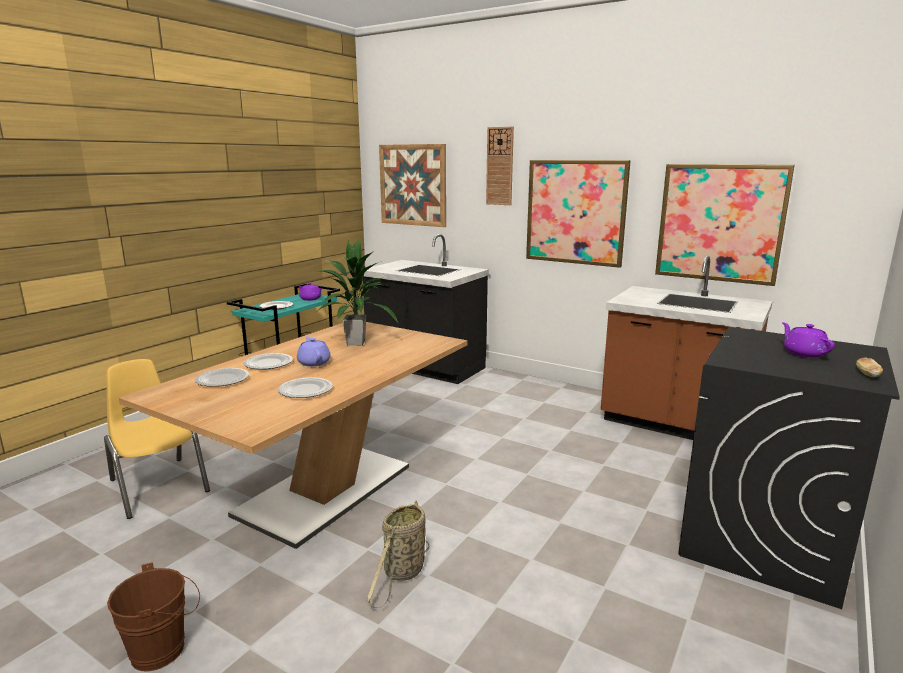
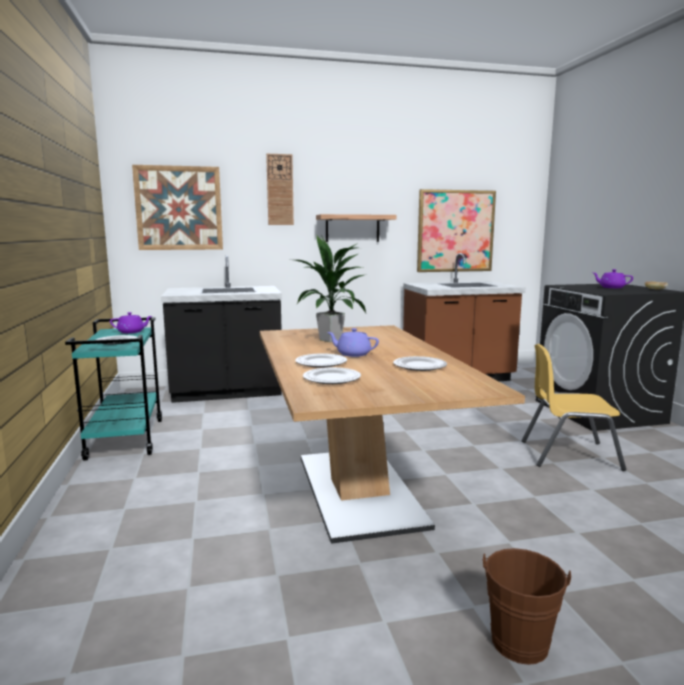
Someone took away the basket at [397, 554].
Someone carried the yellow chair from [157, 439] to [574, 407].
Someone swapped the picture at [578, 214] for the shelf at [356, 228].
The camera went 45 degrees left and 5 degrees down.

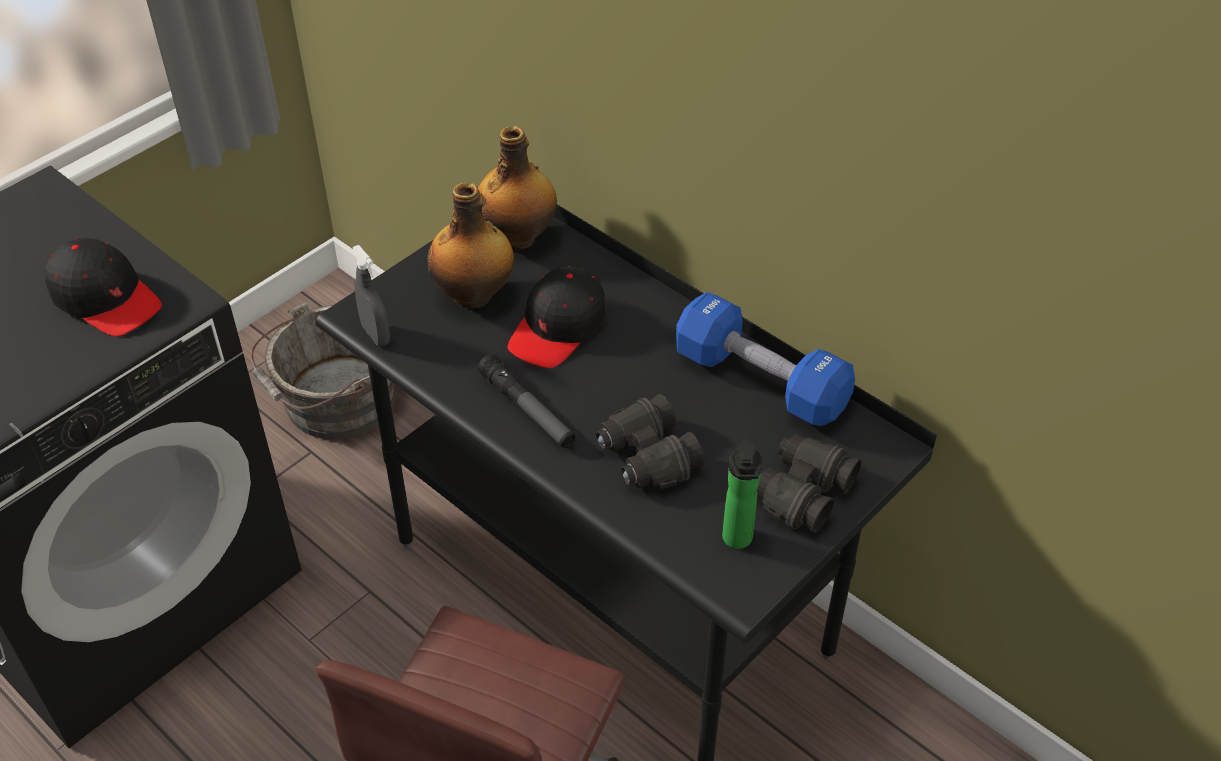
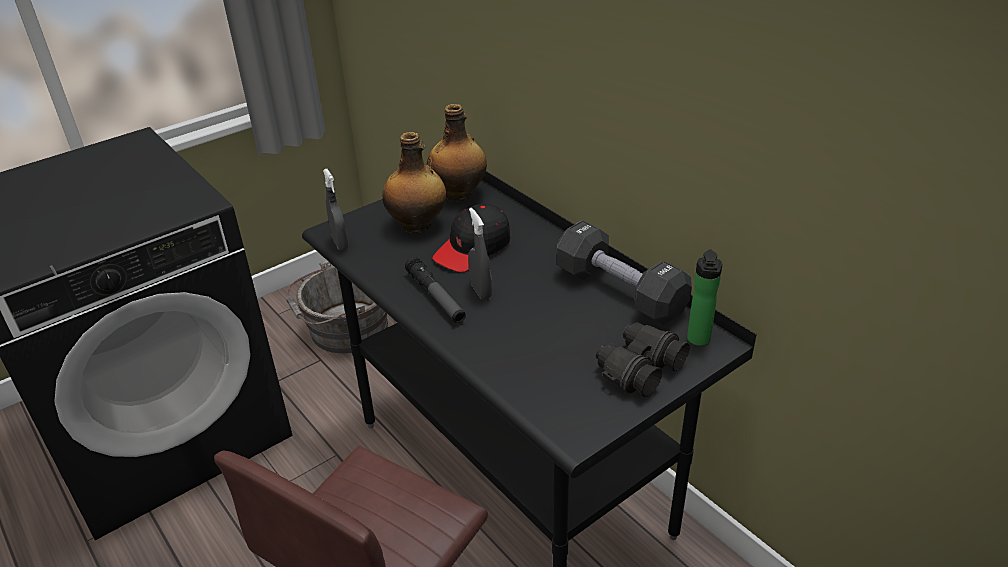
Someone took away the black cap at [103, 287].
Someone took away the black binoculars at [650, 442].
Someone put down the grey spray bottle at [480, 254].
Someone carried the bottle from [742, 494] to [705, 297].
Someone repainted the blue dumbbell at [765, 359], which became the black dumbbell at [624, 272].
The camera went 10 degrees right and 10 degrees down.

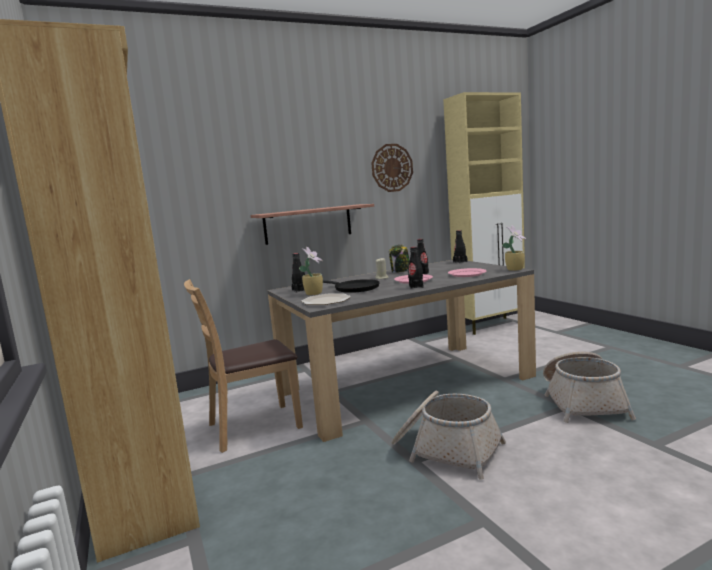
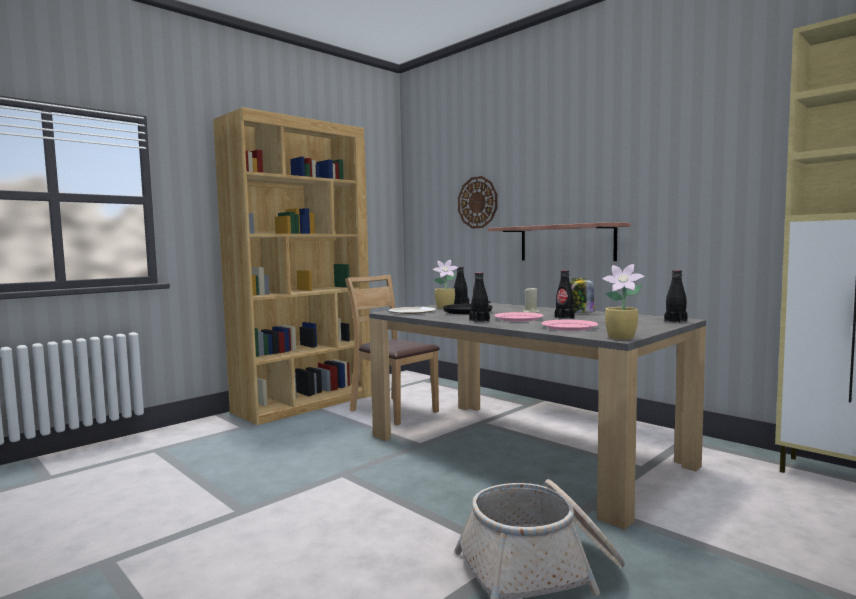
Someone took away the basket at [448, 435].
Someone carried the wall clock from [392, 168] to [477, 202].
The camera went 70 degrees right and 5 degrees down.

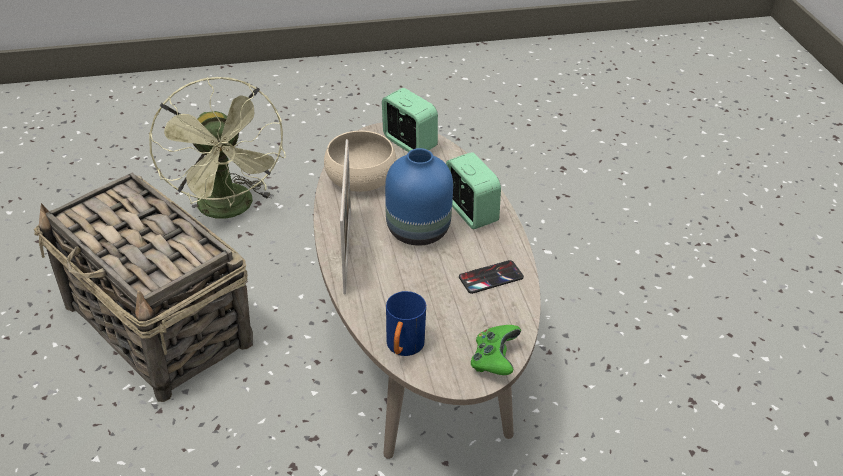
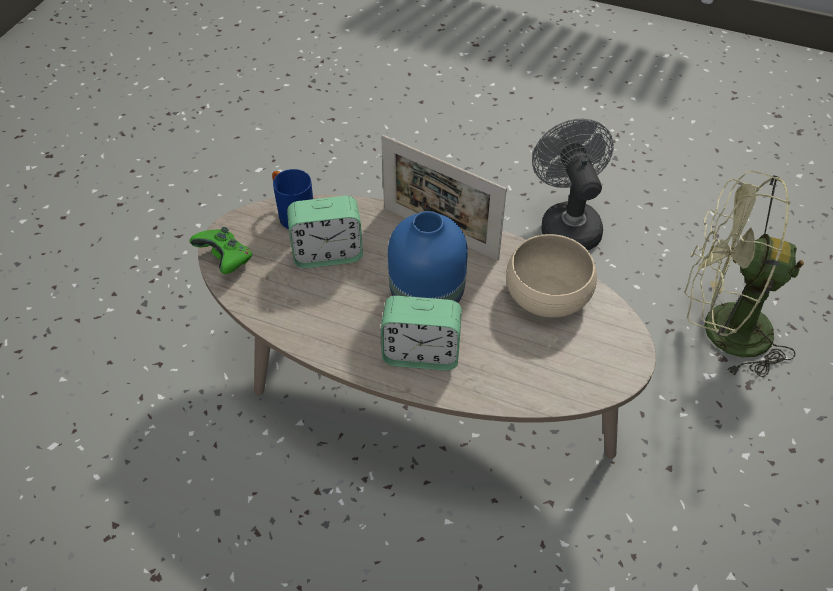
Someone took away the phone at [491, 277].
Someone carried the alarm clock from [410, 120] to [325, 232].
Someone swapped the basket at [143, 287] for the grey fan at [573, 184].
The camera went 125 degrees right and 10 degrees up.

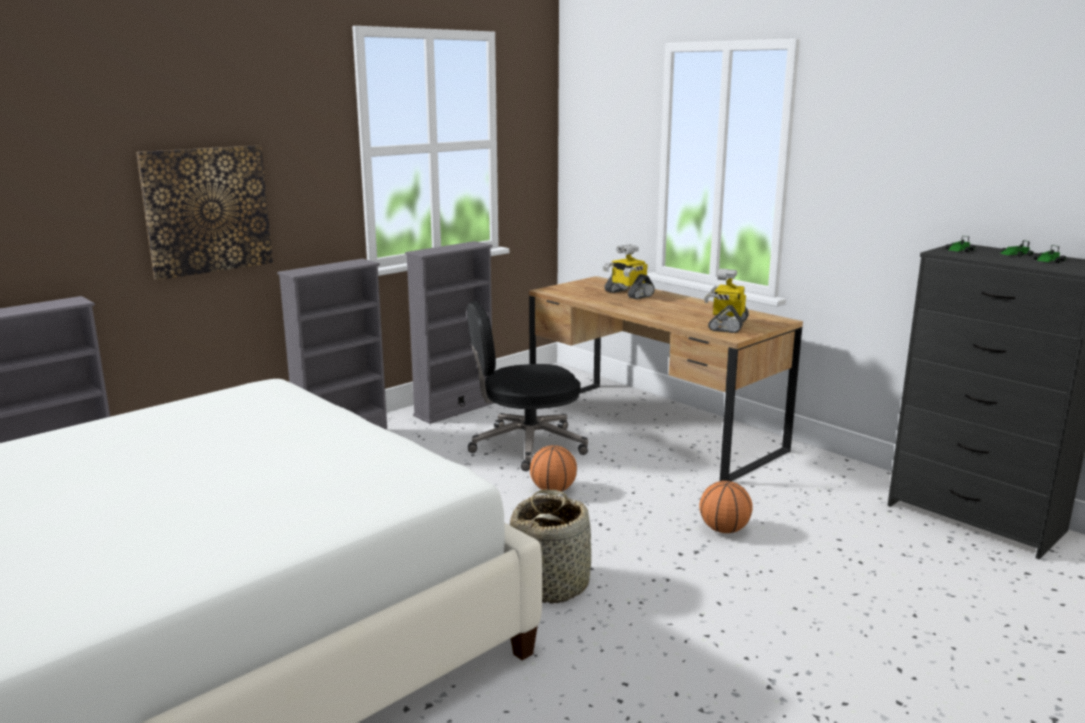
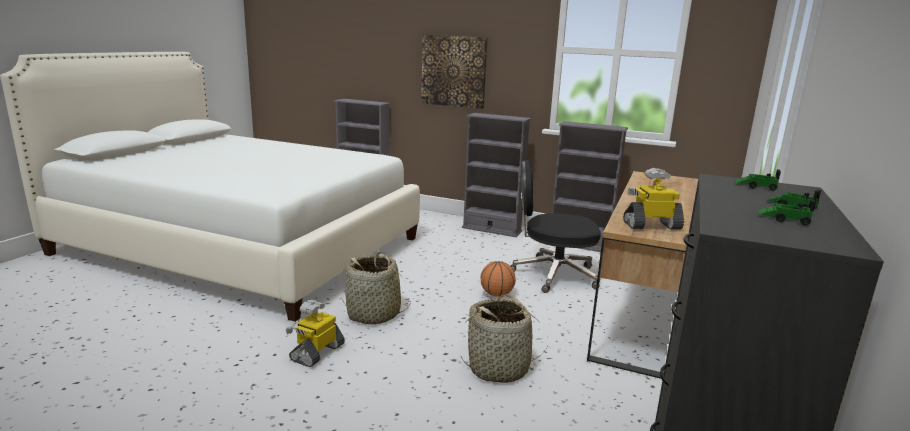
Someone carried the toy robot from [629, 271] to [315, 333].
Someone swapped the basketball at [726, 507] for the basket at [504, 338].
Someone rotated the black office chair at [527, 386] by 45 degrees counterclockwise.
The camera went 65 degrees right and 0 degrees up.

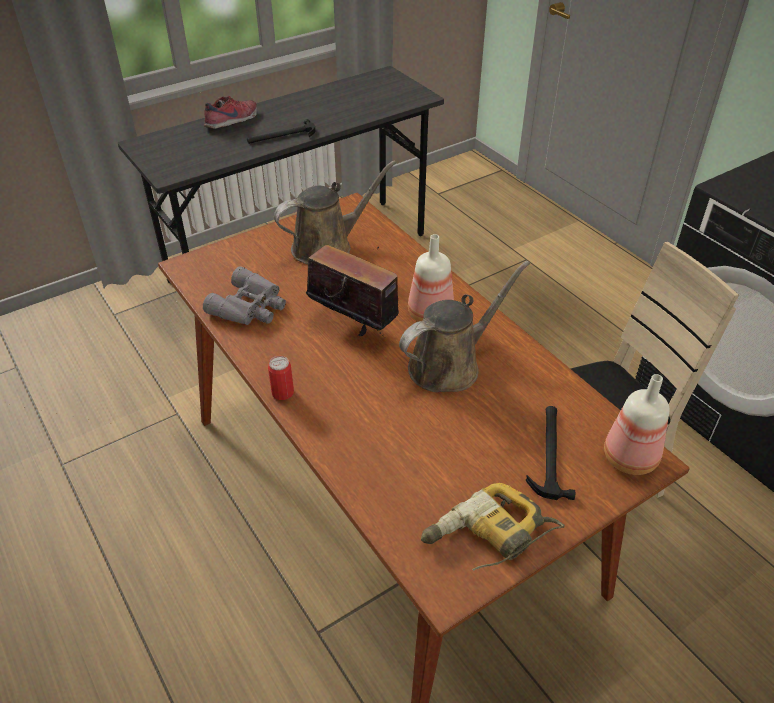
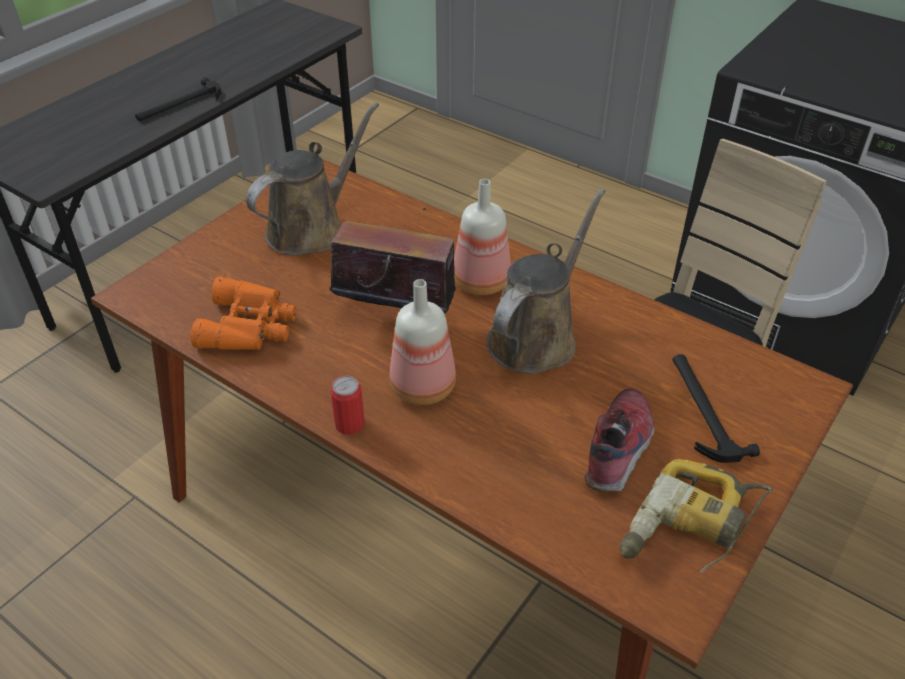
Someone carried the shoe from [230, 112] to [619, 440].
Someone carried the bottle from [636, 424] to [423, 342].
Someone repainted the grey binoculars at [244, 295], which became the orange binoculars at [243, 313].
The camera went 20 degrees left and 0 degrees up.

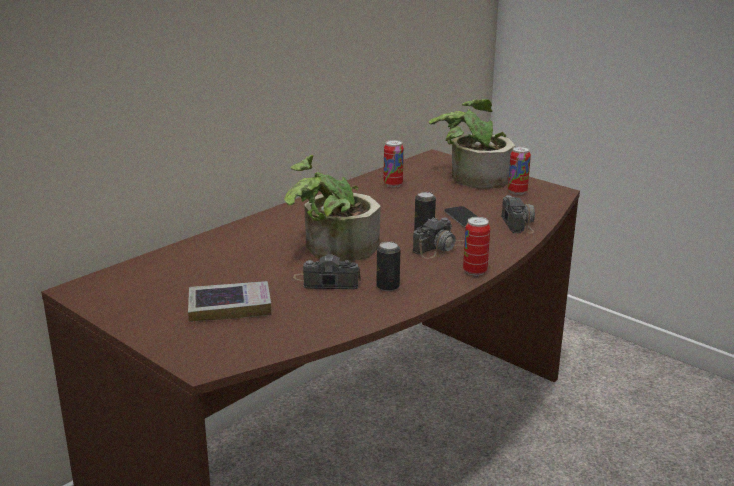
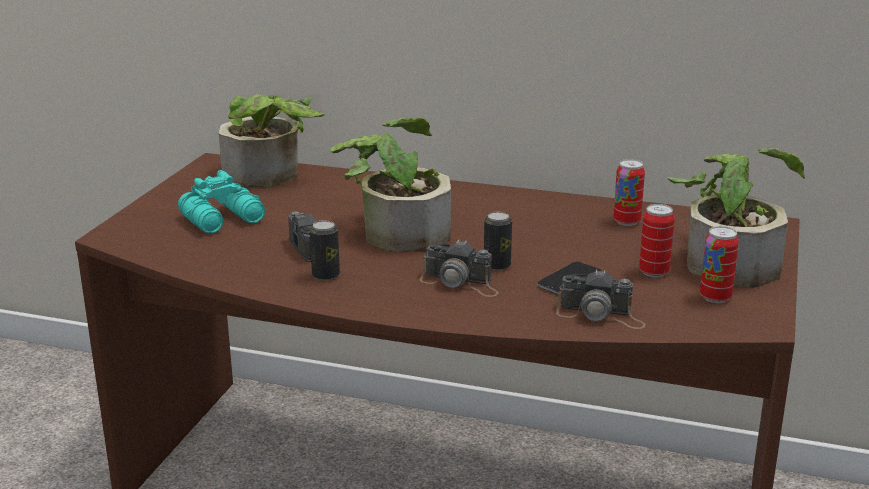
Someone put down the potted plant at [271, 141].
Someone carried the can from [476, 246] to [657, 240].
Someone swapped the book at [229, 301] for the turquoise binoculars at [221, 201].
Someone rotated the photo camera at [518, 214] by 45 degrees clockwise.
The camera went 65 degrees right and 0 degrees up.

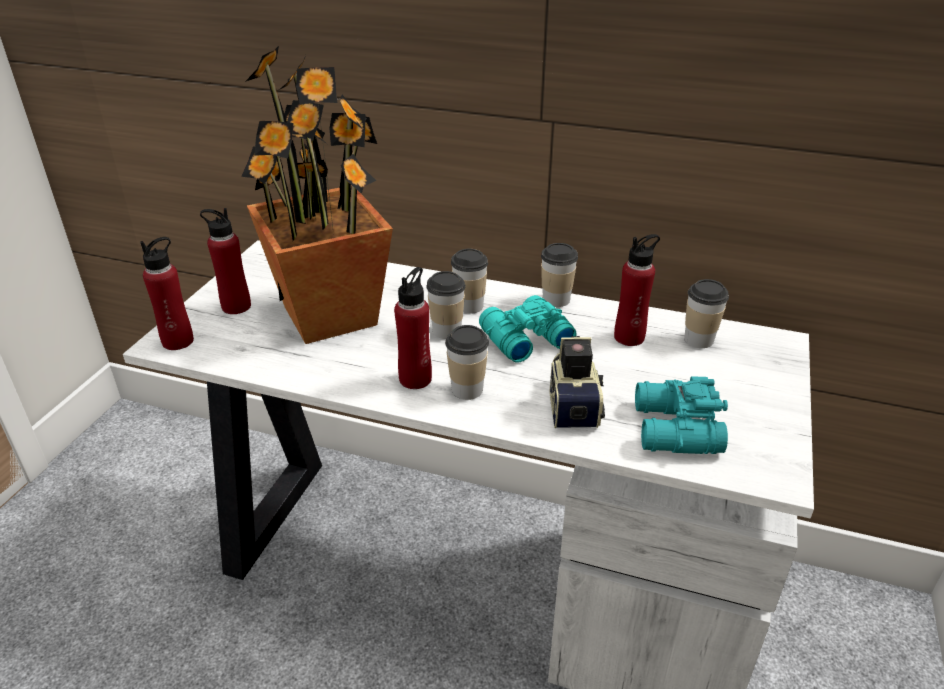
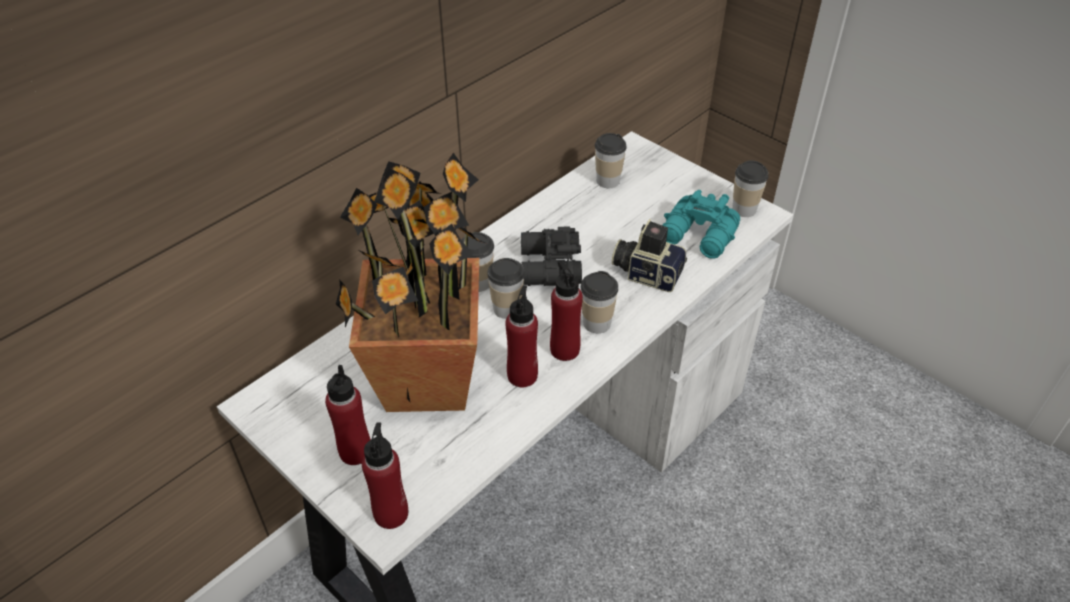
Someone carried the cup from [559, 275] to [750, 188].
Someone carried the red bottle from [637, 290] to [521, 336].
Someone repainted the turquoise binoculars at [528, 329], which became the black binoculars at [551, 256].
The camera went 65 degrees left and 10 degrees up.

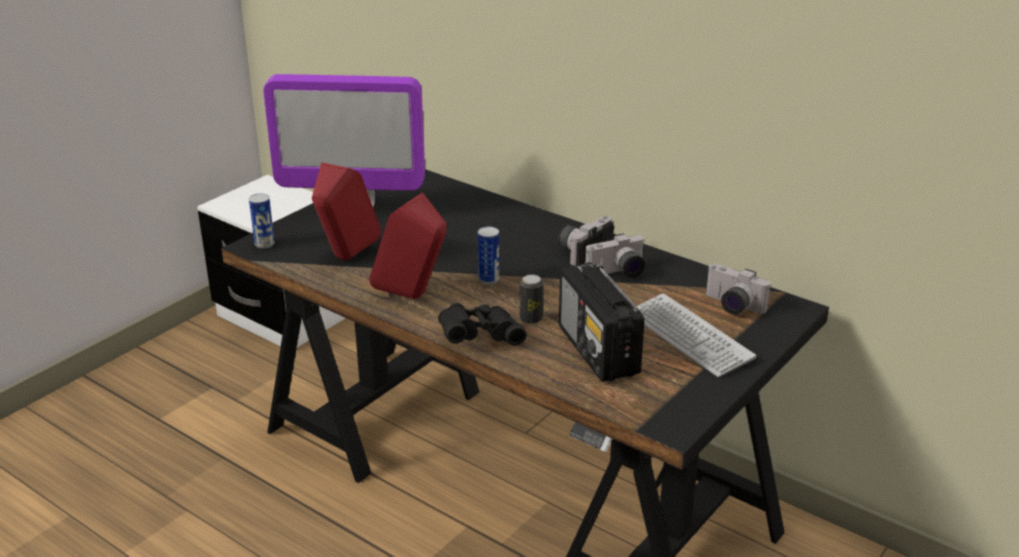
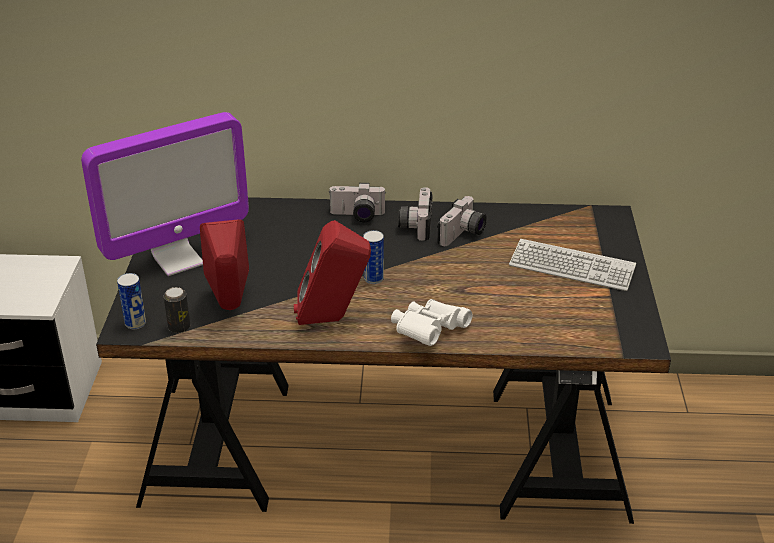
Someone took away the radio at [602, 322].
Someone carried the can from [531, 299] to [176, 310].
Someone carried the photo camera from [738, 289] to [356, 202].
Someone repainted the black binoculars at [482, 324], which became the white binoculars at [431, 322].
The camera went 35 degrees left and 5 degrees up.

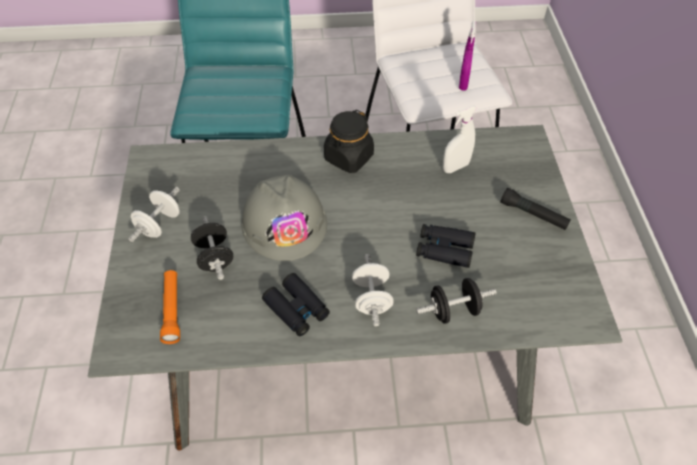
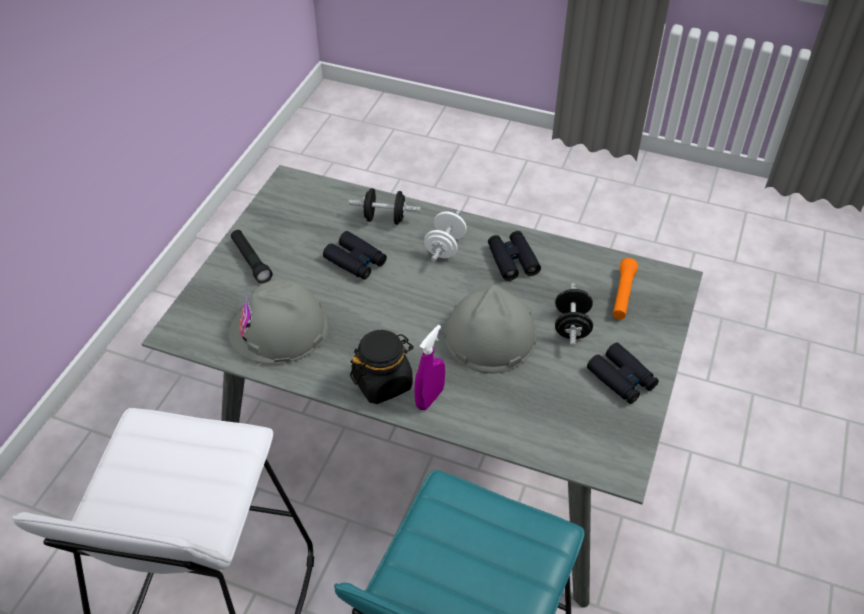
Someone carried the purple spray bottle from [467, 56] to [429, 367].
Someone swapped the white dumbbell at [154, 214] for the black binoculars at [623, 373].
Someone swapped the white spray bottle at [460, 139] for the grey hard hat at [278, 321].
The camera went 155 degrees left and 5 degrees down.

